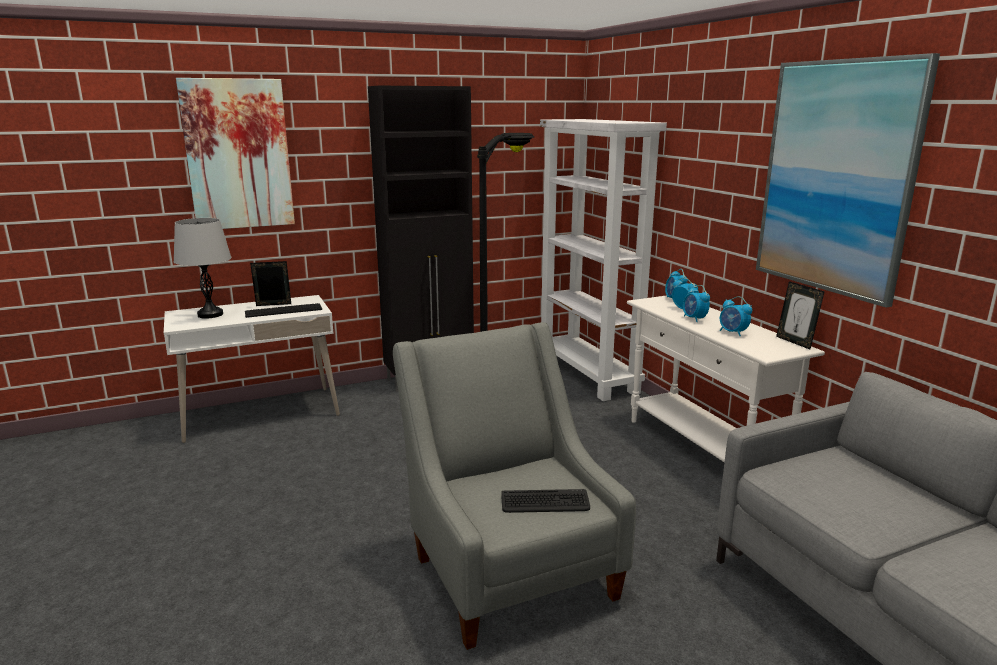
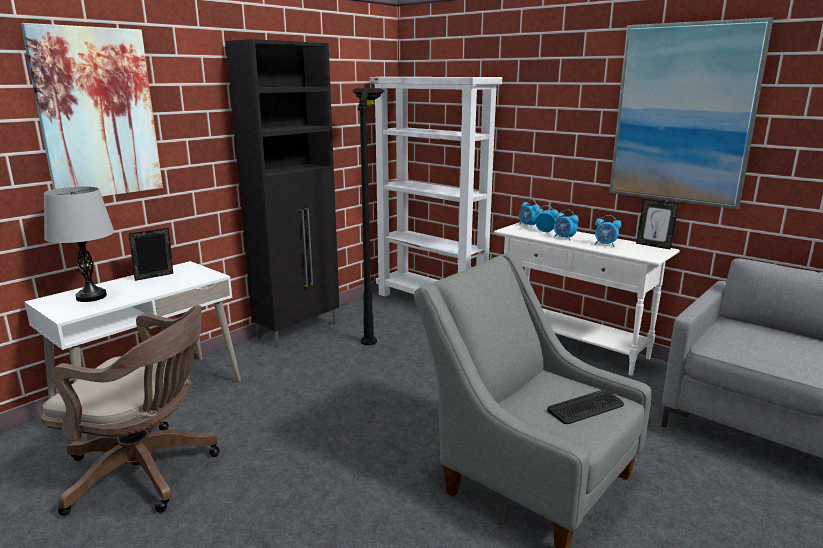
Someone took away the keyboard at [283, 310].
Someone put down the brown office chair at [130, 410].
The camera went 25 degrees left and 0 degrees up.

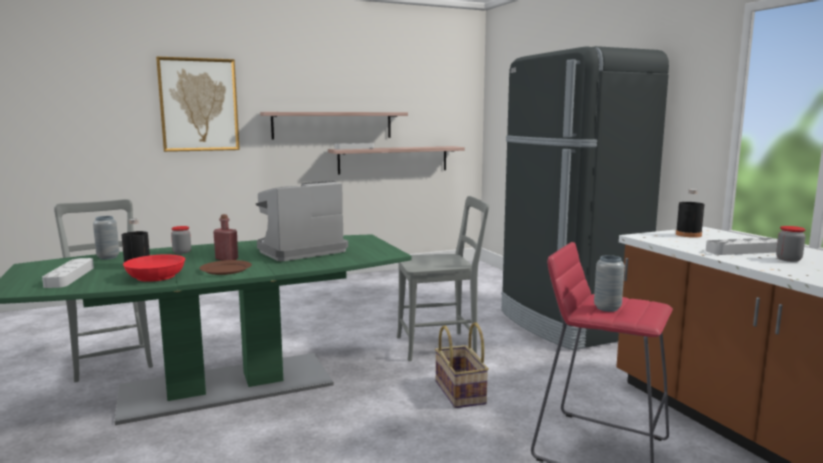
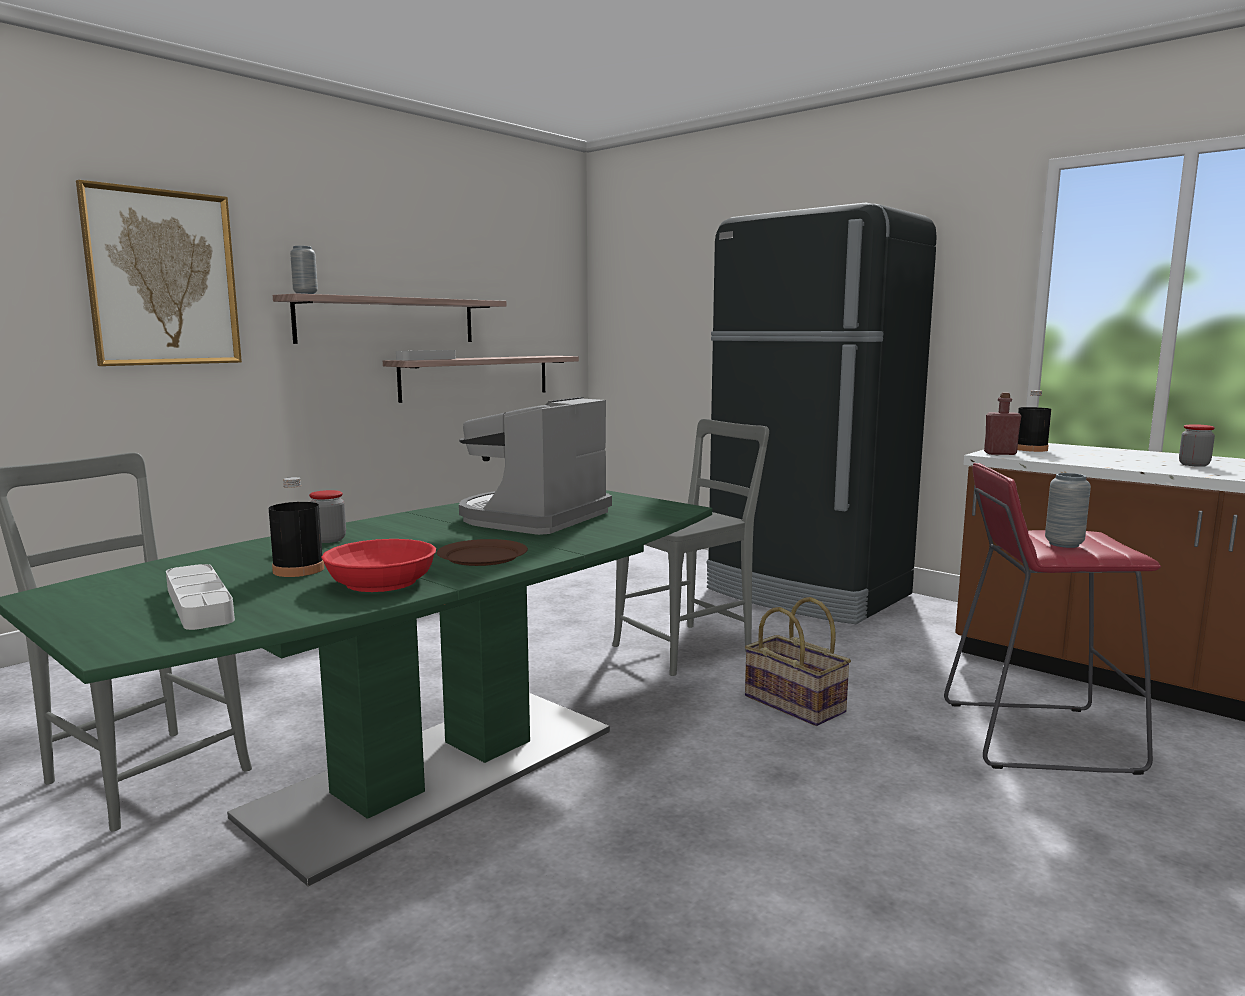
Someone took away the grey tray at [742, 246].
Someone carried the grey vase from [106, 237] to [304, 270].
Someone carried the red bottle from [225, 237] to [1002, 424].
The camera went 25 degrees left and 0 degrees up.

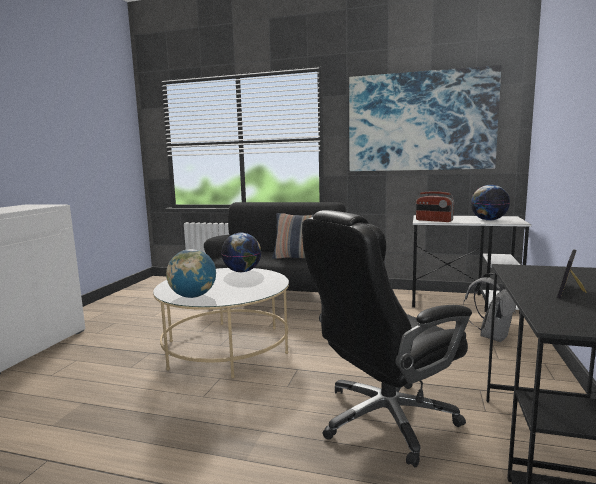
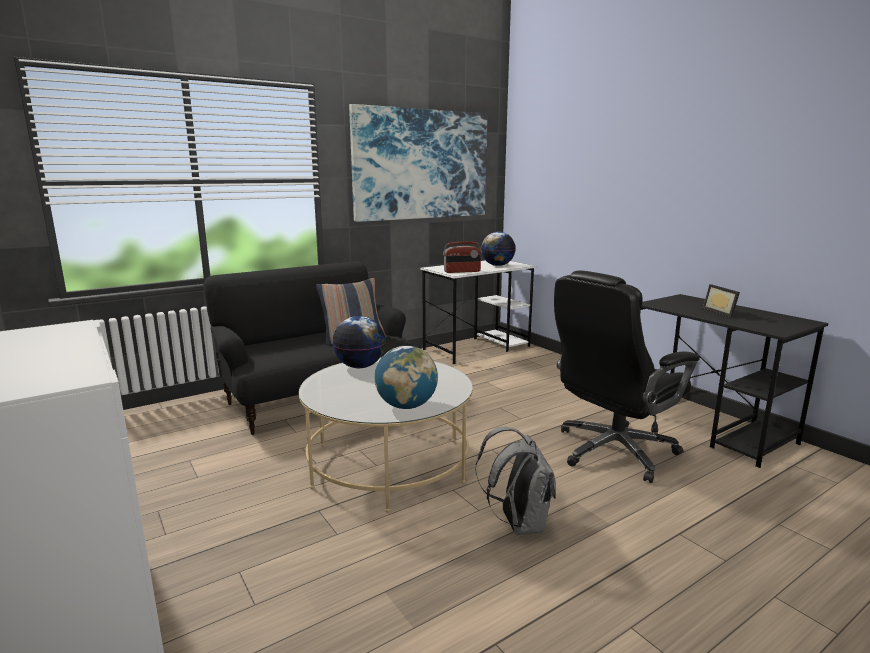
Someone carried the grey backpack from [489, 307] to [515, 481].
Someone rotated the black office chair at [387, 338] by 45 degrees clockwise.
The camera went 50 degrees left and 5 degrees up.

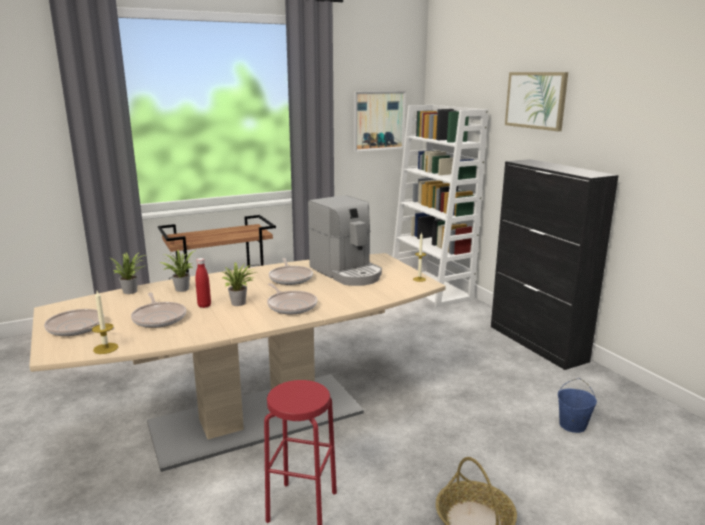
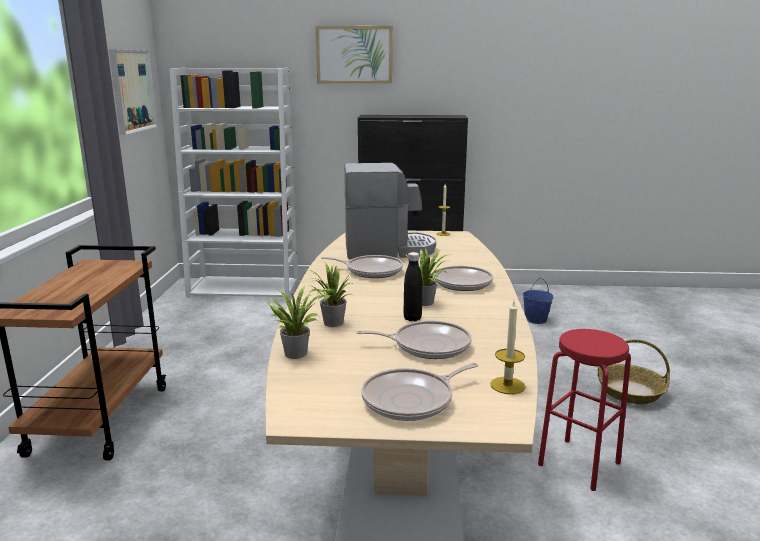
Someone repainted the red bottle at [203, 283], which became the black bottle at [413, 286].
The camera went 60 degrees left and 0 degrees up.

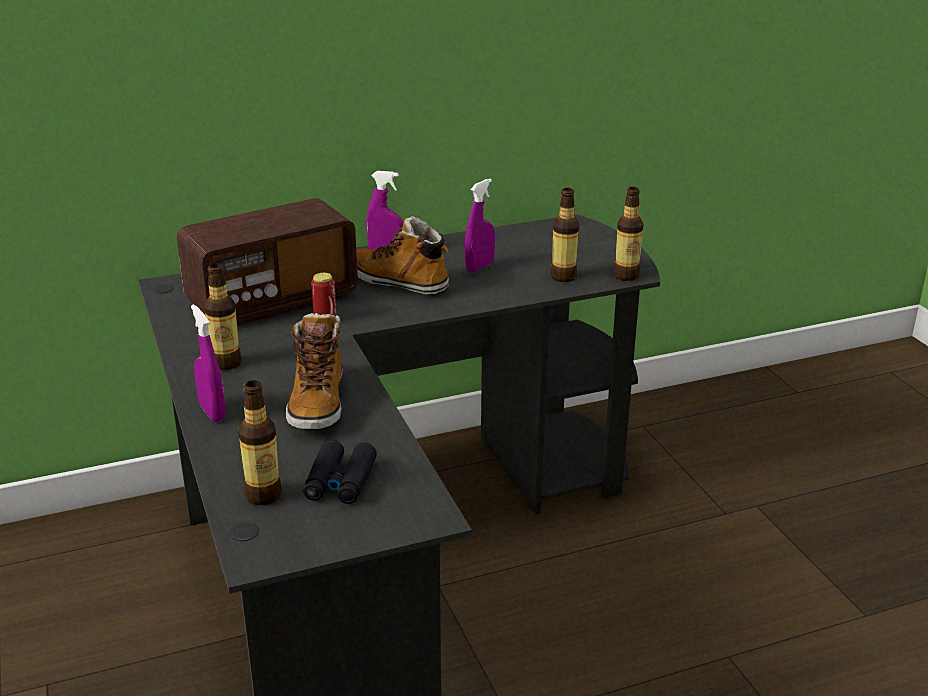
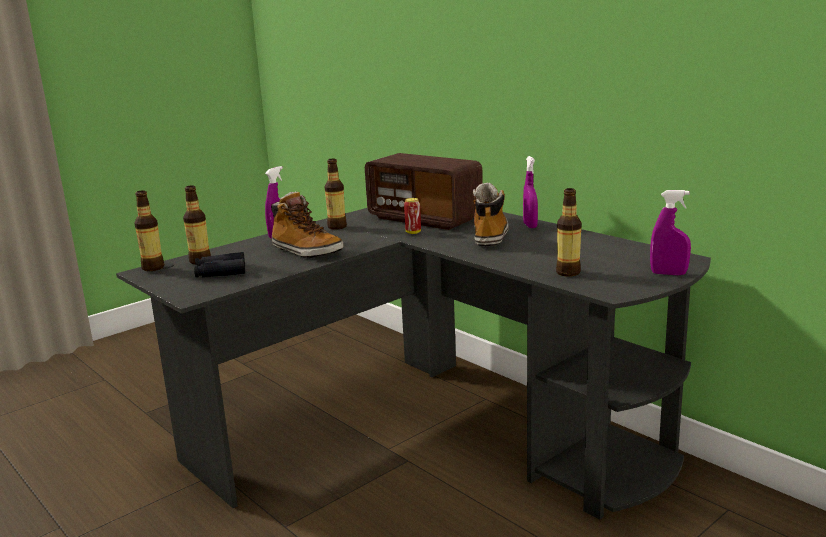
Someone carried the purple spray bottle from [480, 225] to [670, 232].
Someone carried the bottle from [628, 234] to [149, 230].
Someone rotated the boot at [314, 371] by 120 degrees counterclockwise.
The camera went 70 degrees right and 10 degrees down.

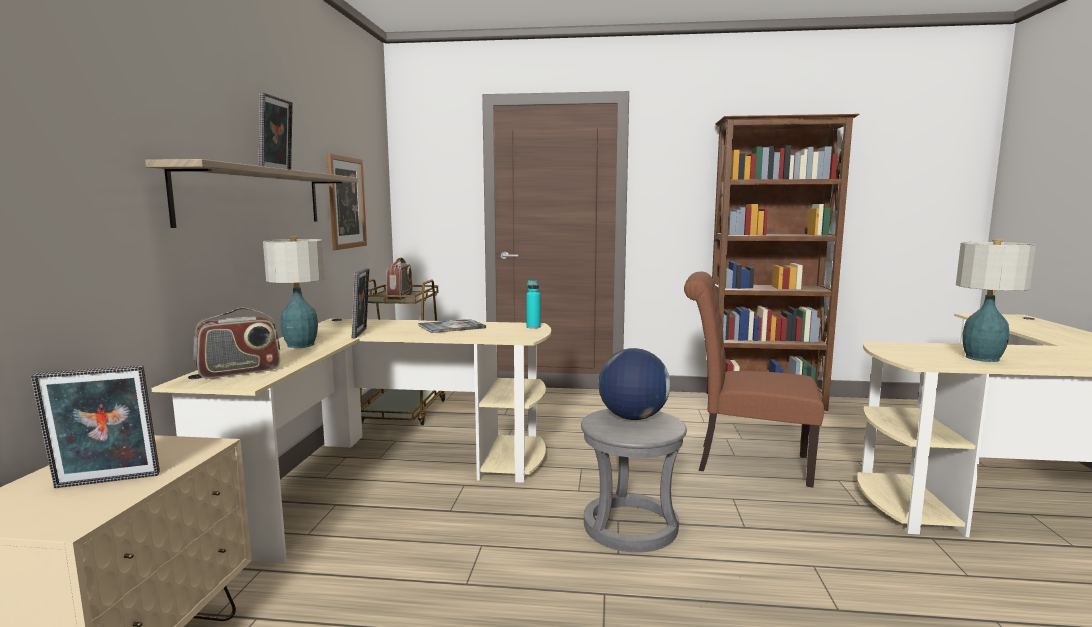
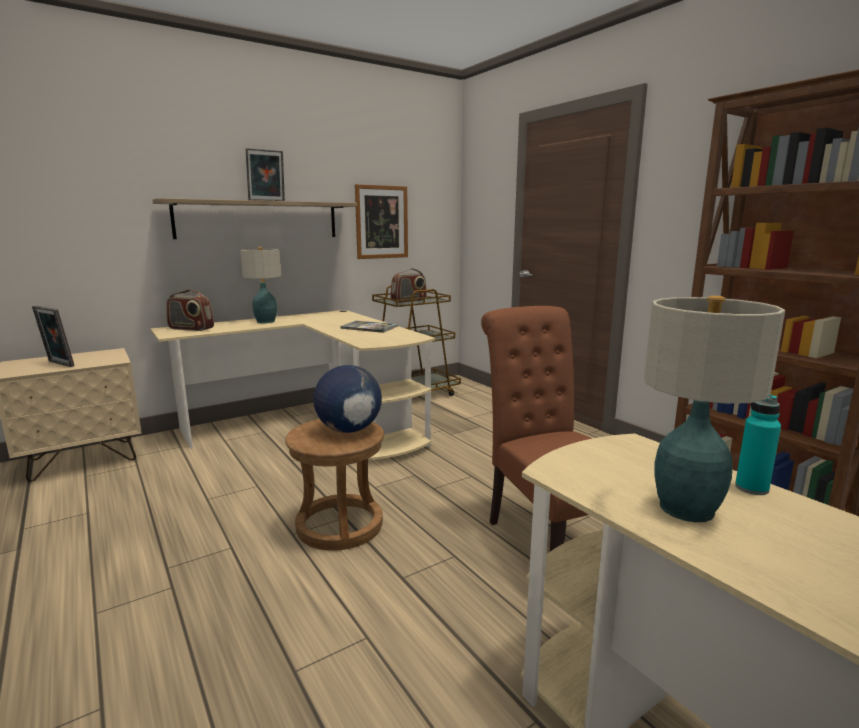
Someone took away the picture frame at [361, 303].
Someone carried the turquoise bottle from [533, 304] to [758, 444].
Someone repainted the grey stool at [634, 481], which became the brown stool at [334, 485].
The camera went 50 degrees right and 5 degrees up.

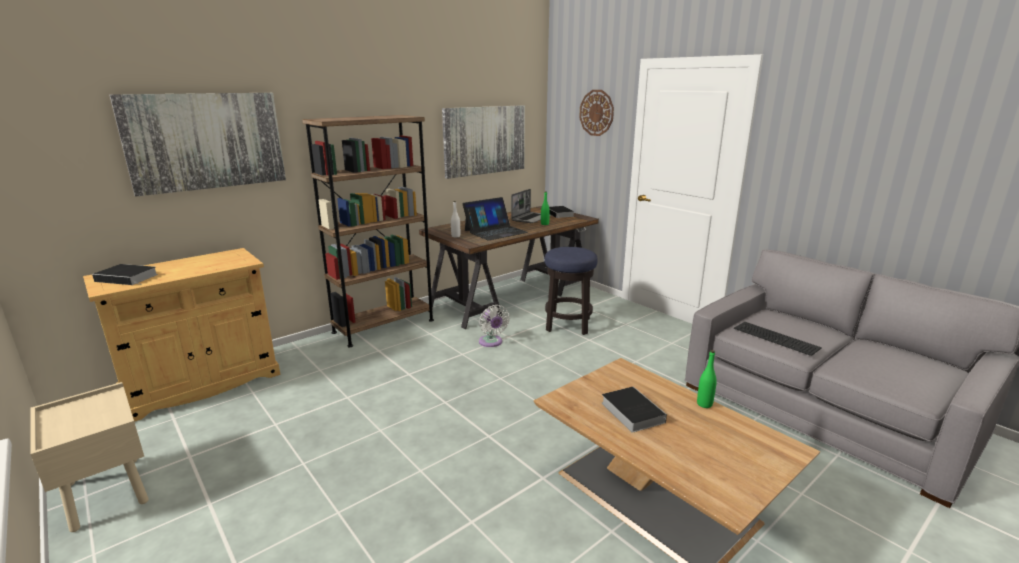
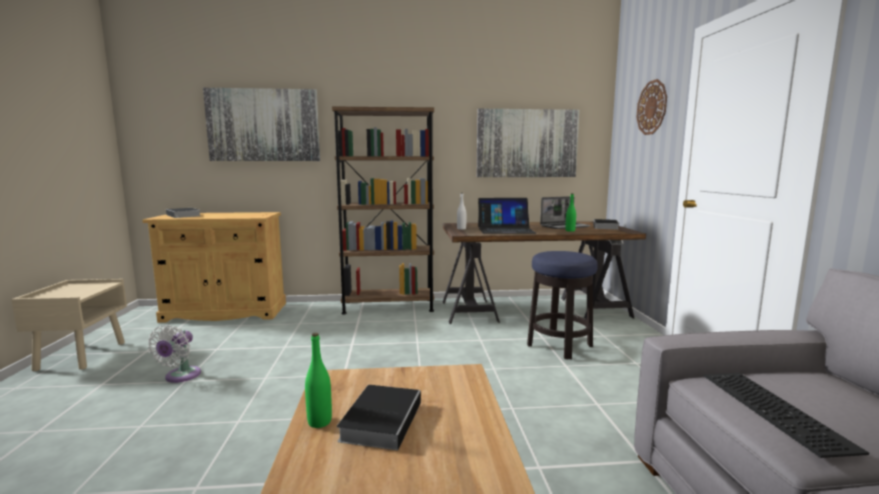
Someone carried the white fan from [494, 326] to [174, 354].
Someone carried the green bottle from [707, 379] to [318, 380].
The camera went 35 degrees right and 10 degrees down.

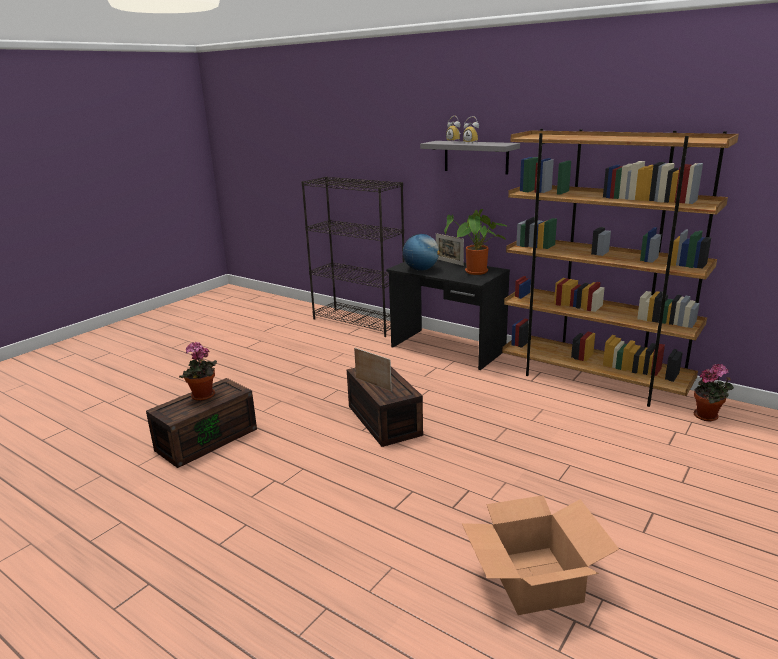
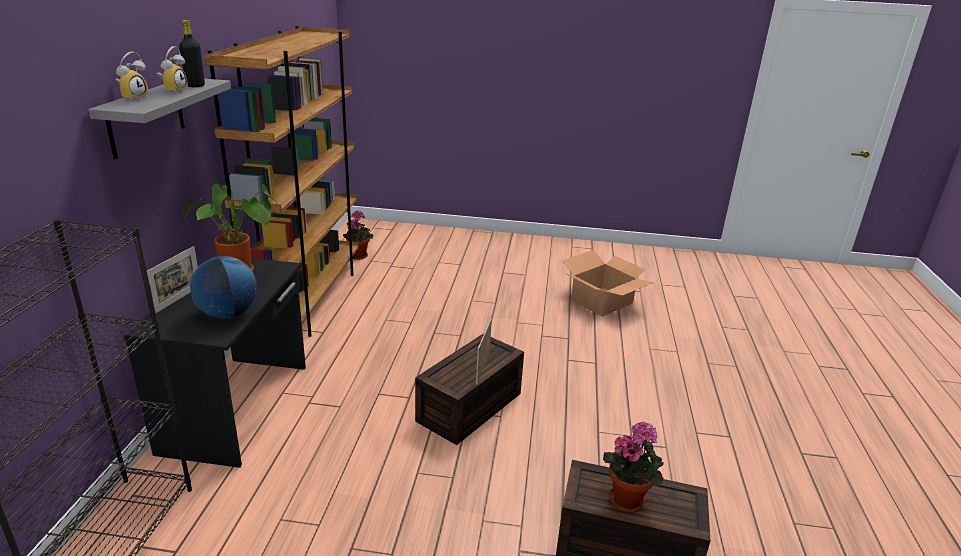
Someone put down the black bottle at [192, 53].
The camera went 120 degrees left and 5 degrees up.

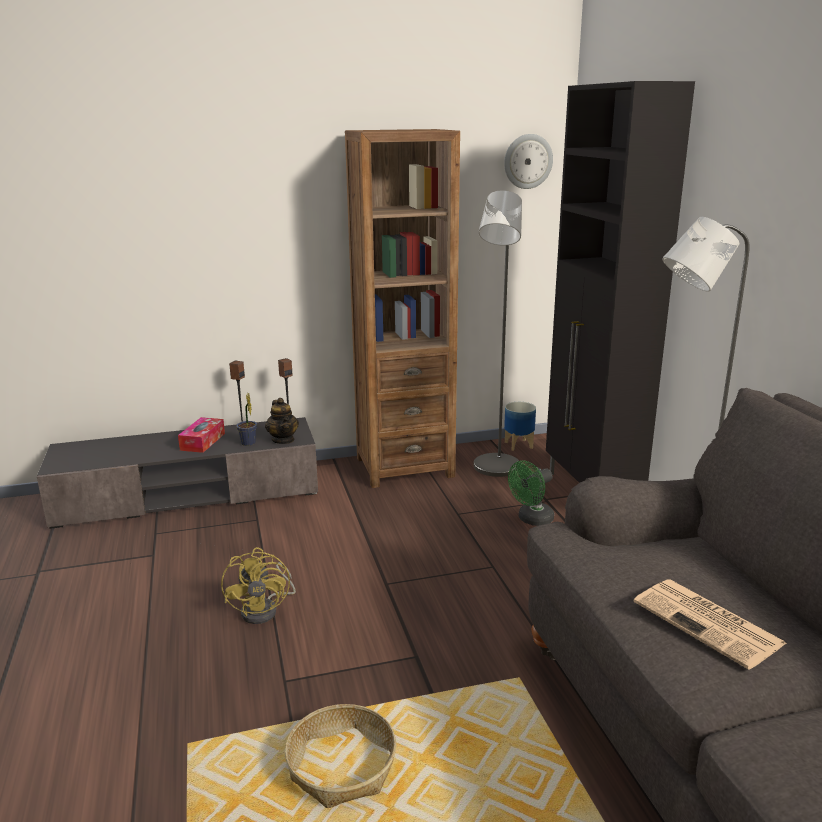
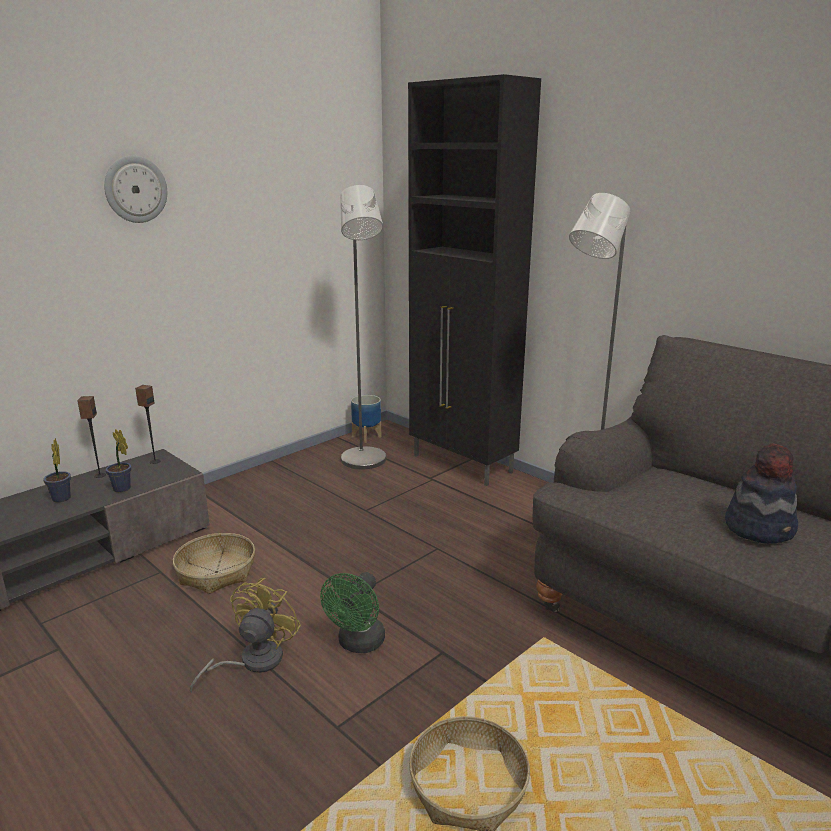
Someone took away the teapot at [282, 421].
Someone took away the brown bookcase at [402, 308].
Someone put down the basket at [214, 563].
Someone carried the wall clock from [528, 161] to [135, 189].
Someone carried the green fan from [531, 493] to [352, 612].
Someone swapped the tissue box at [201, 435] for the potted plant at [57, 470].
Someone swapped the newspaper at [710, 624] for the hat at [761, 493].
Someone rotated the yellow fan at [258, 585] by 120 degrees counterclockwise.
The camera went 30 degrees left and 0 degrees up.

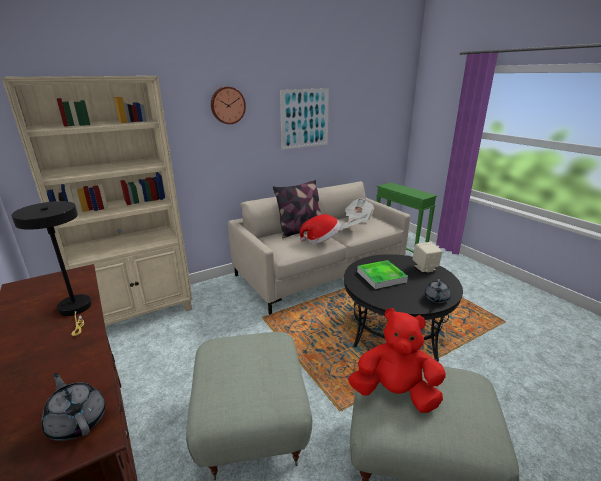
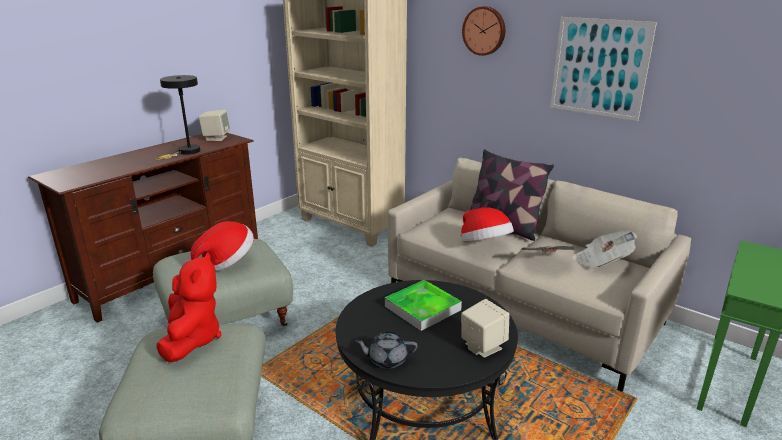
Someone took away the grey teapot at [73, 407].
Someone put down the hat at [222, 246].
Someone put down the beige speaker at [214, 125].
The camera went 70 degrees right and 0 degrees up.

